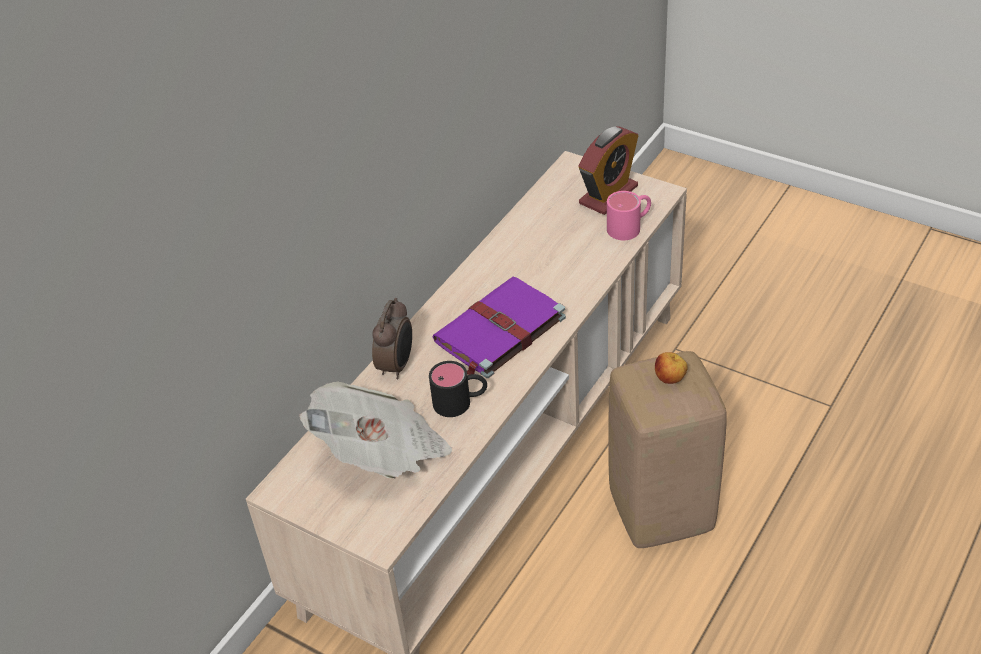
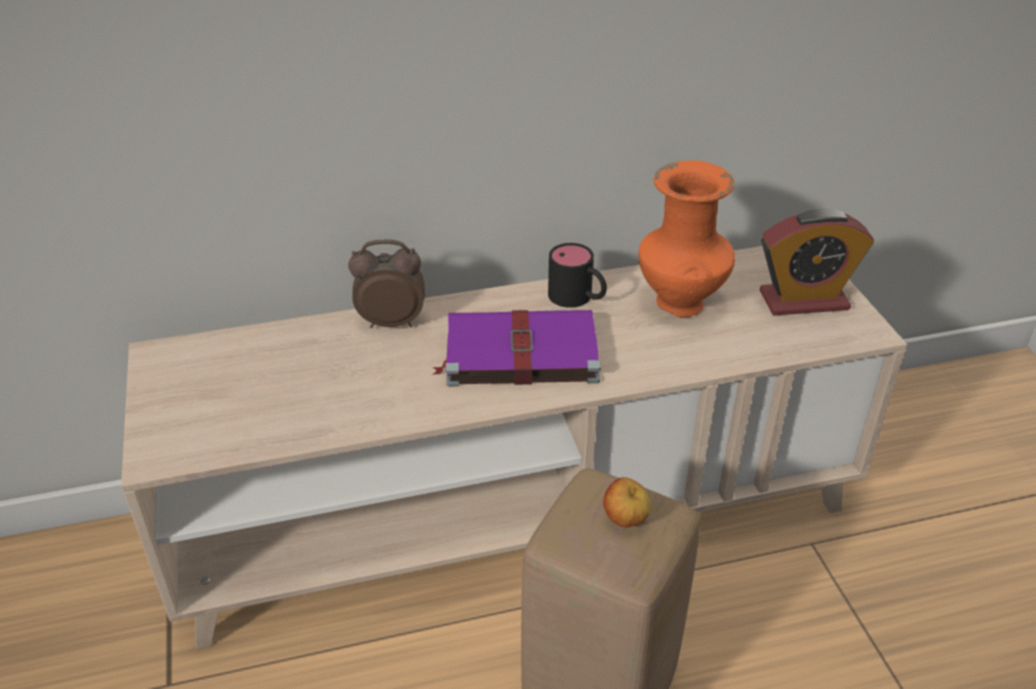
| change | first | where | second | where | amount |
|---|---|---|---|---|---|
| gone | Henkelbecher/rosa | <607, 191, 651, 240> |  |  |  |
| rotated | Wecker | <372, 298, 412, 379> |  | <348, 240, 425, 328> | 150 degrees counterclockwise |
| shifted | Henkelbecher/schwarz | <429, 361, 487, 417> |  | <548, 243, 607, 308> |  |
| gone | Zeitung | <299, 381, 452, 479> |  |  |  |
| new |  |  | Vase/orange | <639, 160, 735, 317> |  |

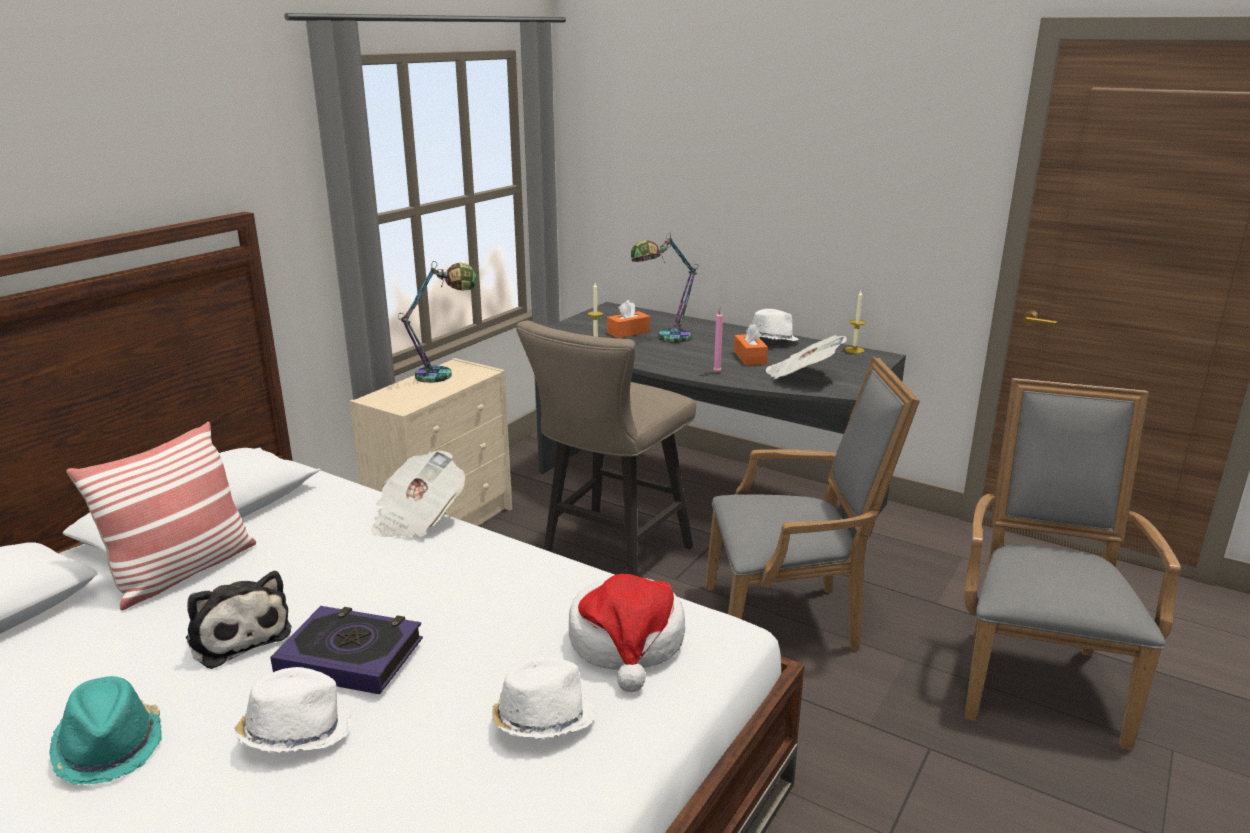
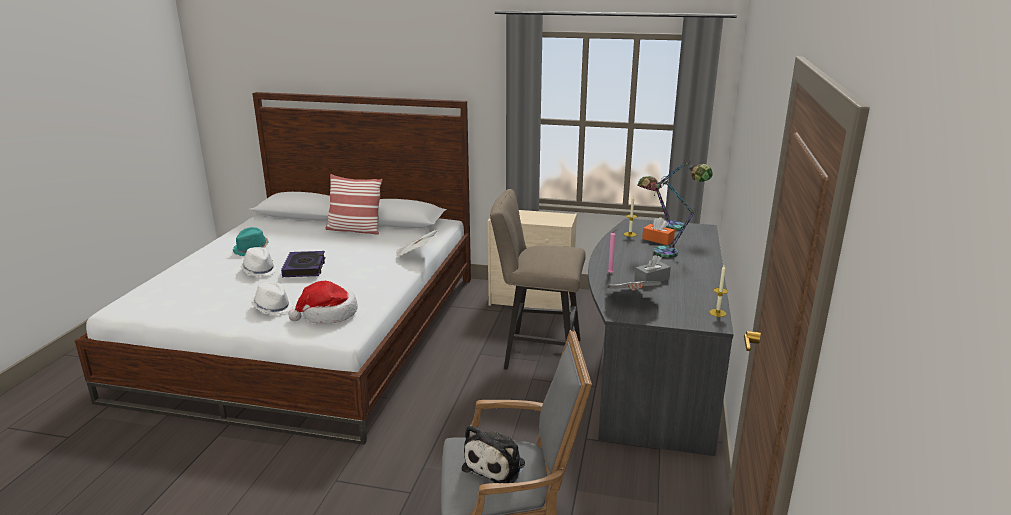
| change | first | where | second | where | amount |
|---|---|---|---|---|---|
| shifted | Tischlampe | <398, 261, 477, 383> |  | <656, 158, 713, 231> |  |
| gone | Hut/weiß | <746, 309, 799, 341> |  |  |  |
| repainted | Taschentuchbox/orange | <734, 324, 768, 365> | Taschentuchbox/grau | <635, 255, 671, 282> |  |
| gone | Sessel/grau | <705, 356, 920, 650> |  |  |  |
| shifted | Plüschtier | <186, 571, 292, 669> |  | <462, 425, 525, 483> |  |

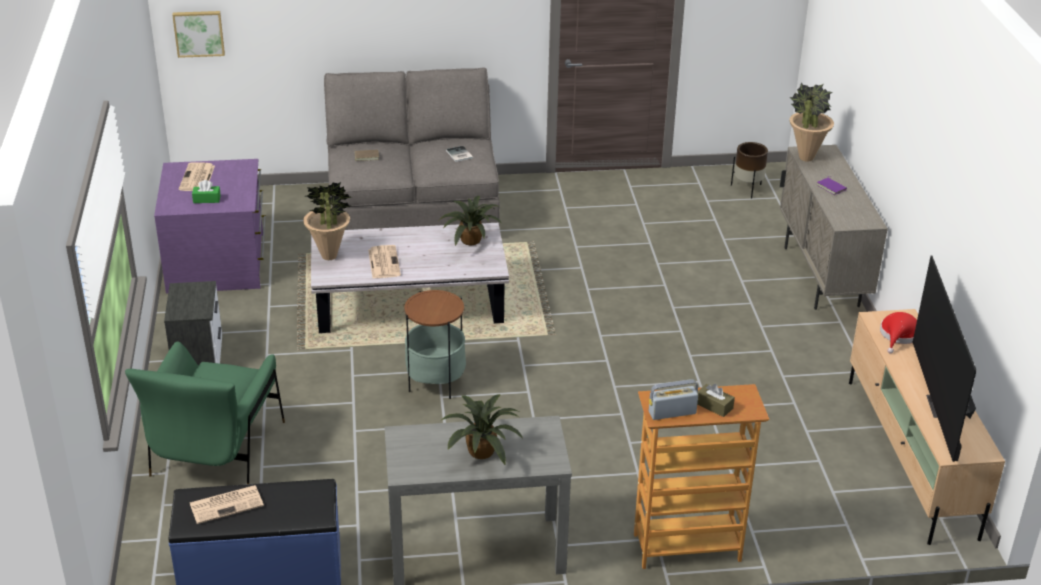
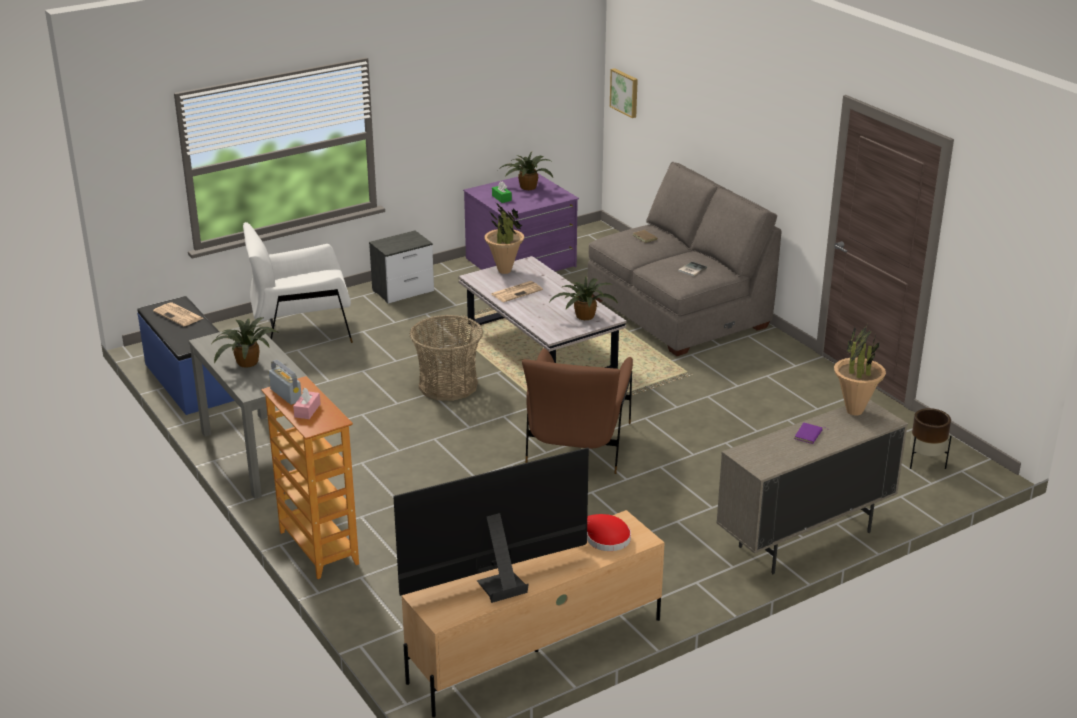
| change | first | where | second | where | amount |
|---|---|---|---|---|---|
| swapped | Zeitung | <179, 162, 215, 191> | Topfpflanze | <498, 152, 553, 190> |  |
| swapped | Beistelltisch | <404, 290, 466, 399> | Korb | <409, 315, 483, 401> |  |
| repainted | Sessel/grün | <125, 342, 285, 484> | Sessel/weiß | <243, 222, 353, 343> |  |
| repainted | Taschentuchbox/braun | <697, 384, 735, 417> | Taschentuchbox/rosa | <293, 388, 321, 419> |  |
| new |  |  | Sessel/braun | <522, 348, 633, 474> |  |

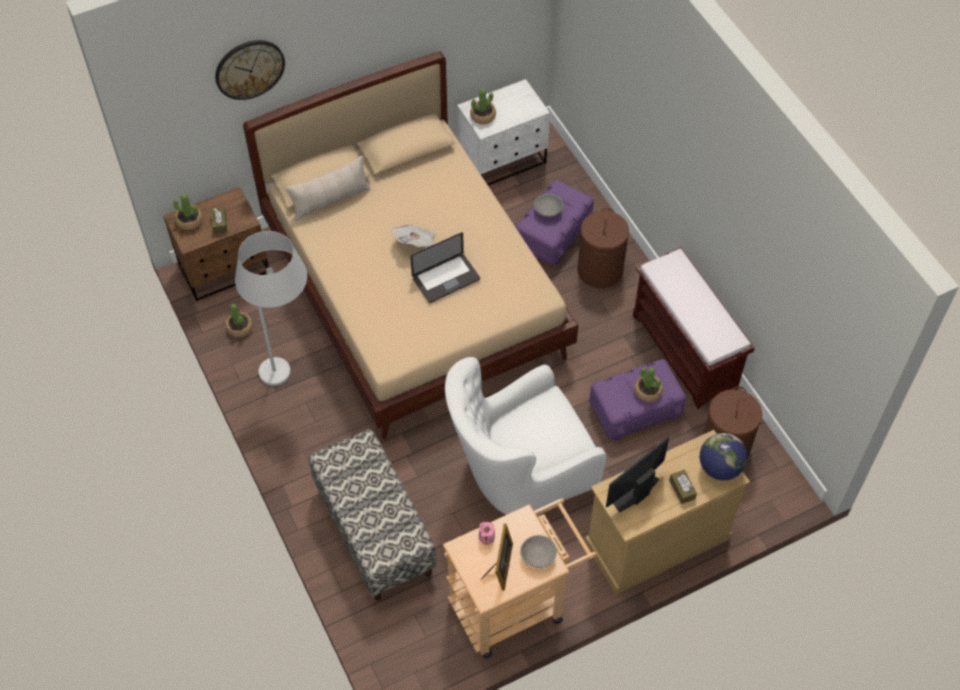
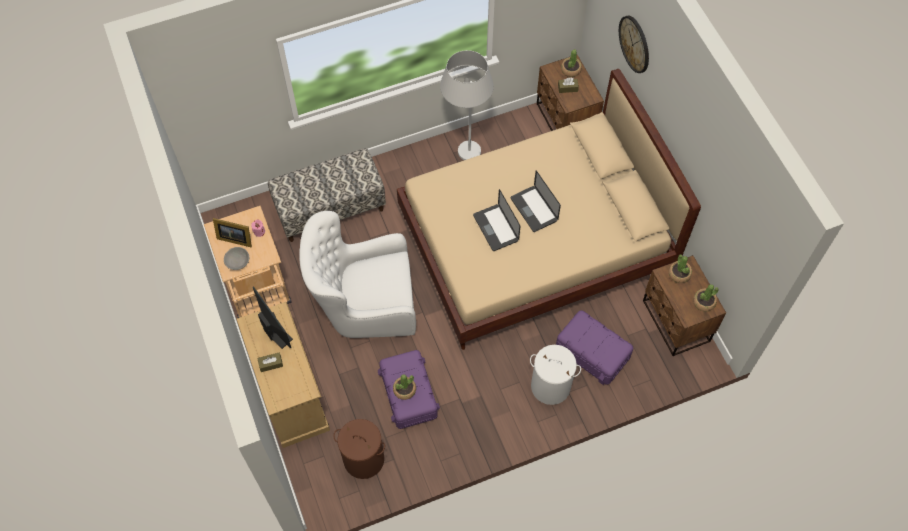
| change | first | where | second | where | amount |
|---|---|---|---|---|---|
| repainted | Nachttisch/weiß | <457, 79, 550, 186> | Nachttisch/braun | <643, 255, 726, 356> |  |
| gone | Kissen/beige | <286, 156, 371, 221> |  |  |  |
| gone | Schüssel/grau | <534, 194, 563, 217> |  |  |  |
| repainted | Wäschekorb/braun | <578, 208, 629, 288> | Wäschekorb/weiß | <530, 345, 581, 405> |  |
| swapped | Zeitung | <392, 224, 435, 247> | Laptop | <511, 171, 561, 232> |  |
| gone | Bank/braun | <633, 247, 755, 409> |  |  |  |
| shifted | Topfpflanze | <226, 304, 253, 338> |  | <693, 284, 719, 311> |  |
| rotated | Sessel/weiß | <445, 357, 606, 515> |  | <299, 211, 416, 338> | 75 degrees counterclockwise |
| gone | Globus | <700, 433, 748, 480> |  |  |  |

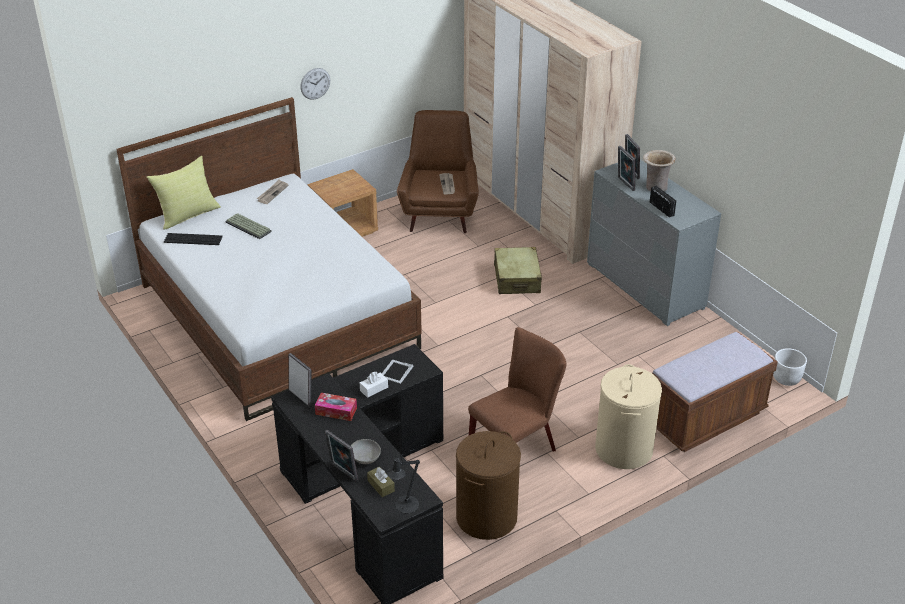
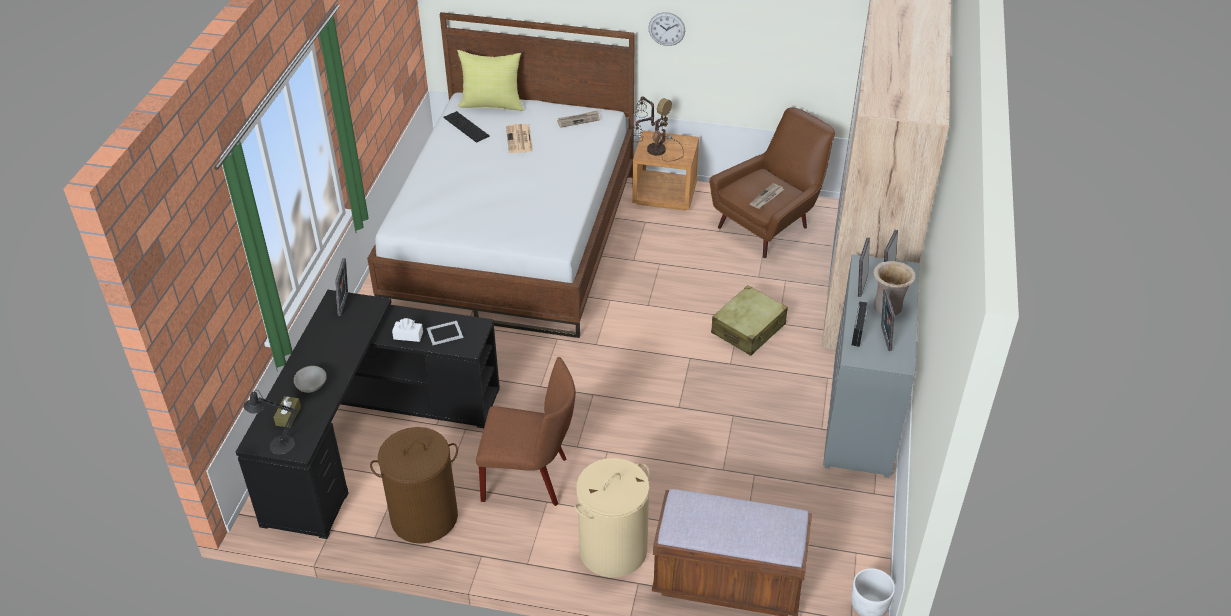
| change | first | where | second | where | amount |
|---|---|---|---|---|---|
| swapped | Tastatur | <225, 213, 272, 239> | Zeitung | <506, 124, 533, 153> |  |
| gone | Taschentuchbox | <315, 393, 357, 421> |  |  |  |
| shifted | Bilderrahmen | <325, 430, 358, 481> |  | <881, 289, 895, 351> |  |
| new |  |  | Tischlampe | <632, 96, 684, 161> |  |

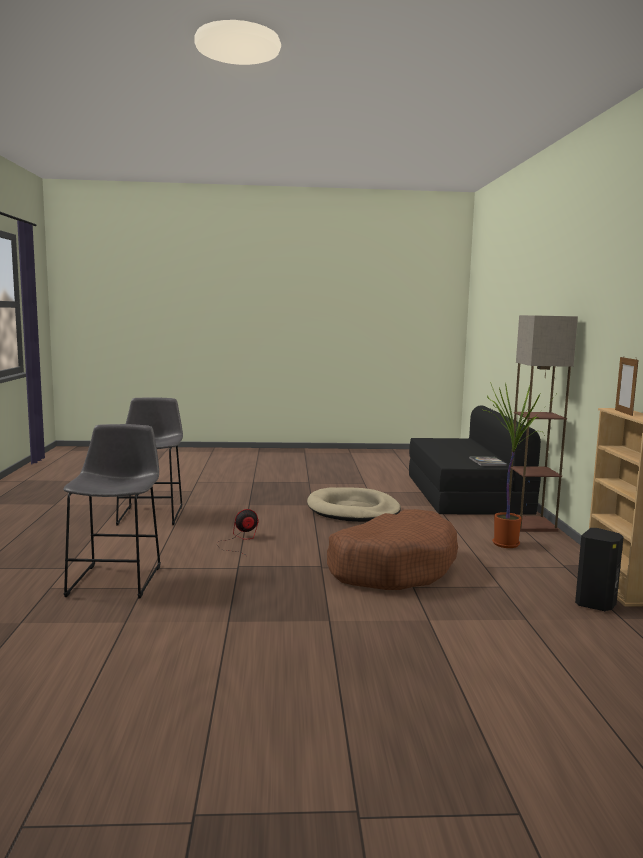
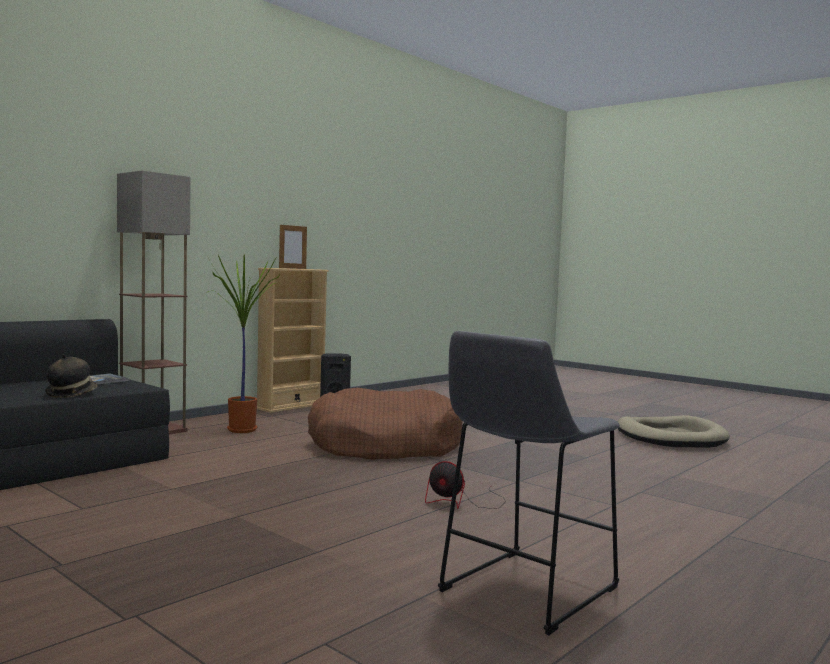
| change | first | where | second | where | amount |
|---|---|---|---|---|---|
| gone | Hocker/grau | <63, 424, 161, 599> |  |  |  |
| shifted | Hundebett/beige | <307, 487, 401, 522> |  | <618, 415, 730, 448> |  |
| new |  |  | Hut | <45, 354, 97, 398> |  |

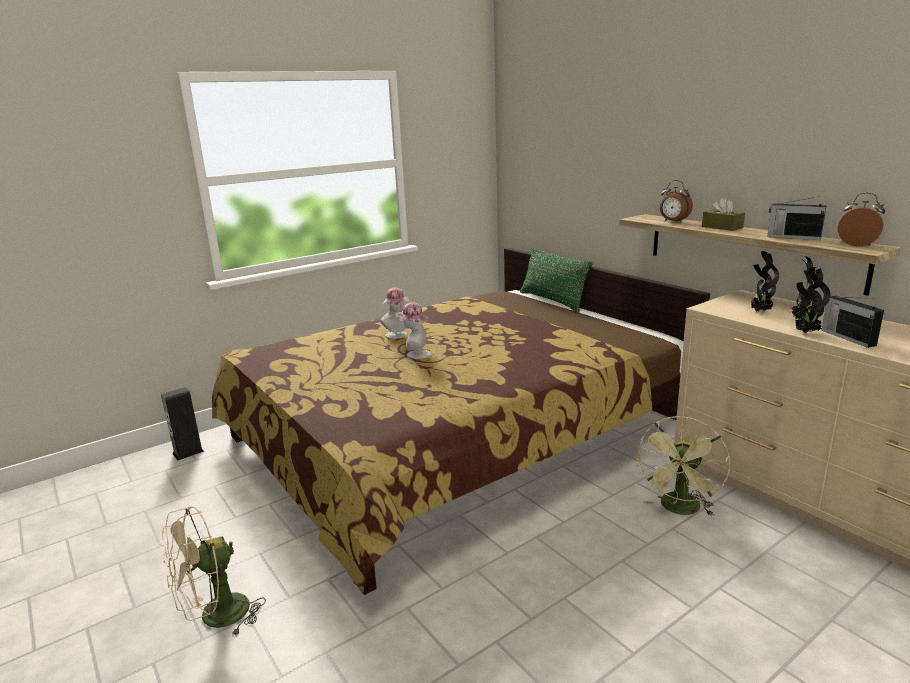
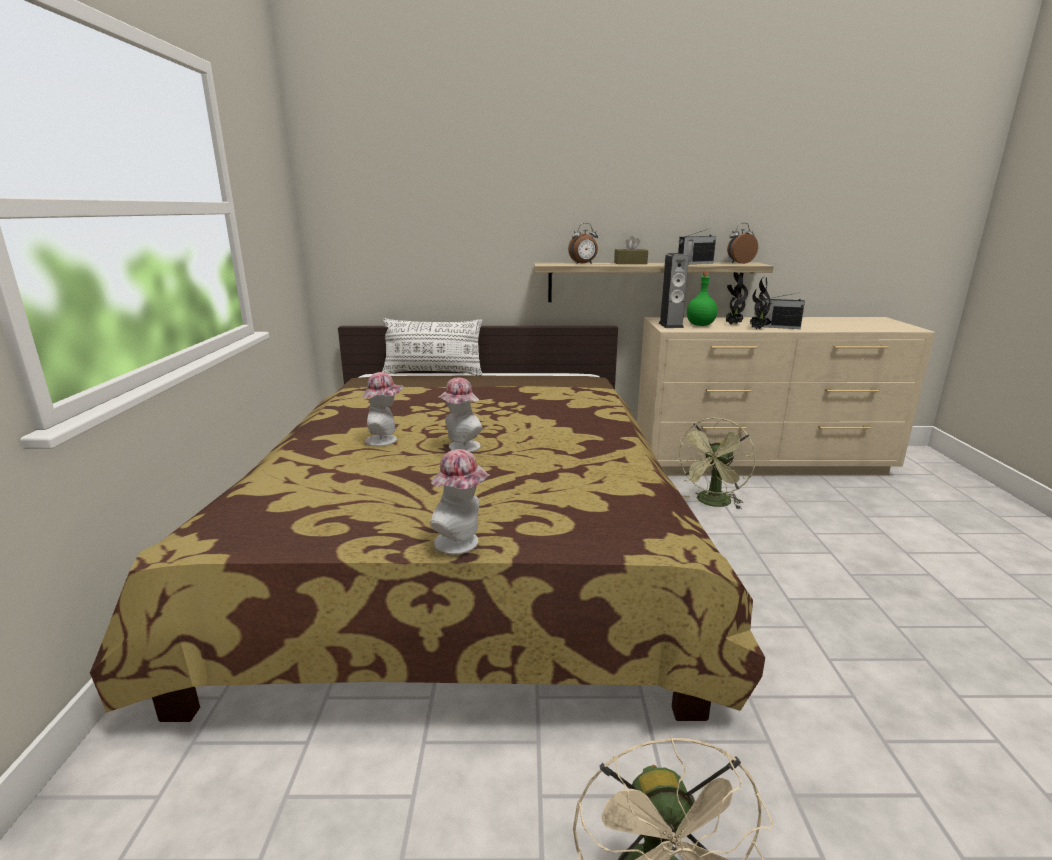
| change | first | where | second | where | amount |
|---|---|---|---|---|---|
| repainted | Kissen/grün | <520, 247, 593, 312> | Kissen/weiß | <382, 318, 483, 376> |  |
| swapped | Topfpflanze | <751, 251, 779, 312> | Flasche/grün | <687, 272, 717, 326> |  |
| shifted | Lautsprecher | <161, 387, 204, 461> |  | <659, 253, 689, 328> |  |
| rotated | Ventilator/grün | <636, 416, 730, 516> |  | <675, 418, 756, 510> | 60 degrees clockwise |
| new |  |  | Hut | <430, 449, 490, 555> |  |

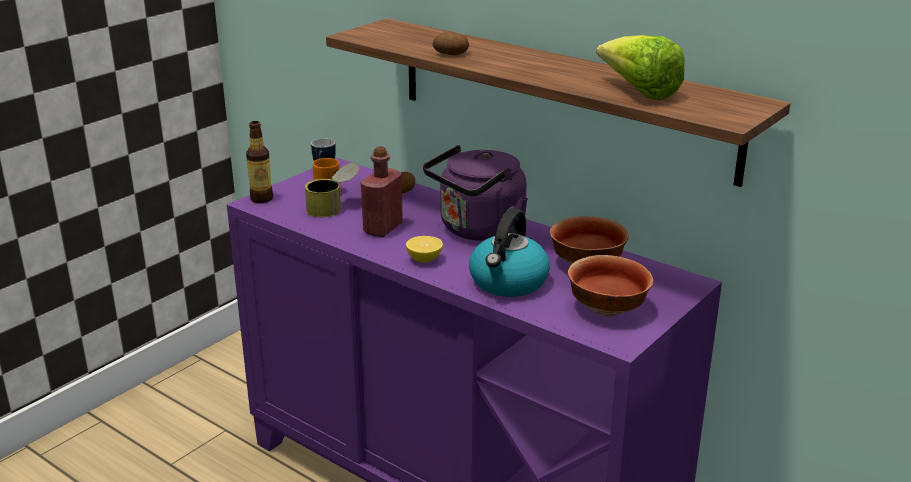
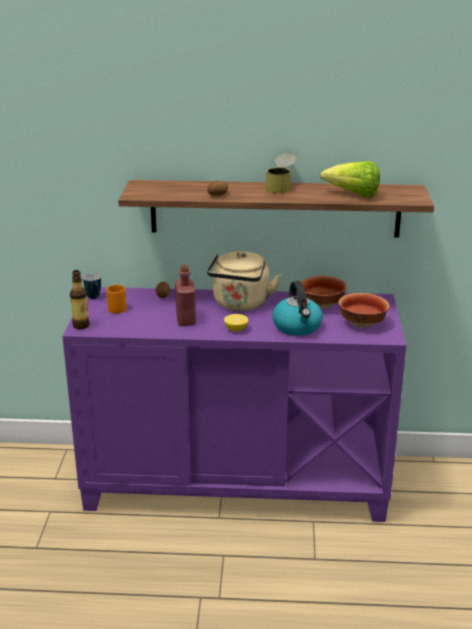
| change | first | where | second | where | amount |
|---|---|---|---|---|---|
| repainted | Wasserkessel/lila | <423, 145, 528, 241> | Wasserkessel/beige | <207, 251, 281, 311> |  |
| shifted | Dose | <305, 163, 360, 217> |  | <266, 153, 296, 193> |  |

